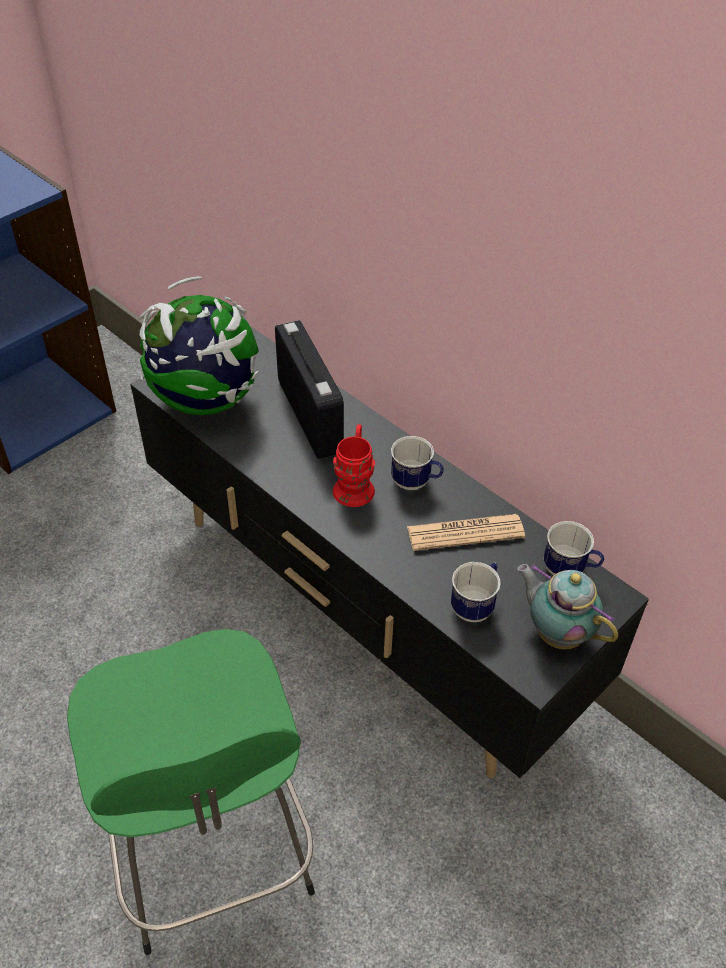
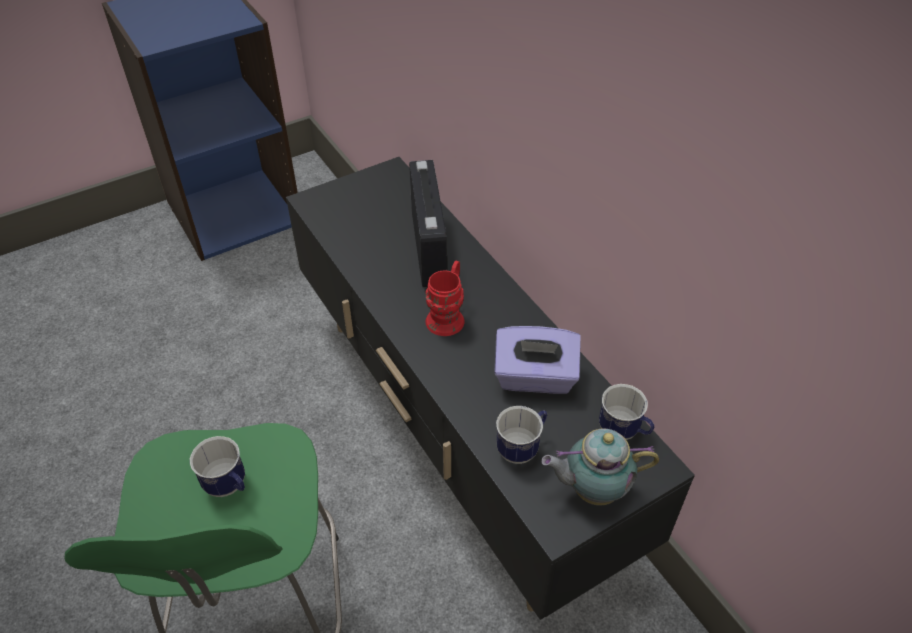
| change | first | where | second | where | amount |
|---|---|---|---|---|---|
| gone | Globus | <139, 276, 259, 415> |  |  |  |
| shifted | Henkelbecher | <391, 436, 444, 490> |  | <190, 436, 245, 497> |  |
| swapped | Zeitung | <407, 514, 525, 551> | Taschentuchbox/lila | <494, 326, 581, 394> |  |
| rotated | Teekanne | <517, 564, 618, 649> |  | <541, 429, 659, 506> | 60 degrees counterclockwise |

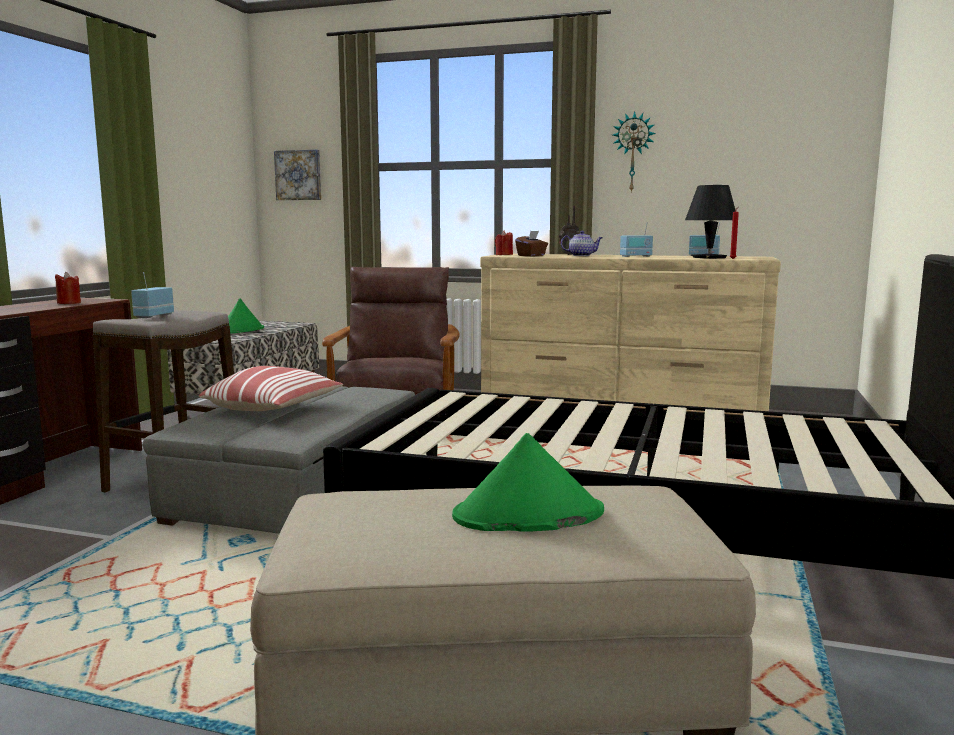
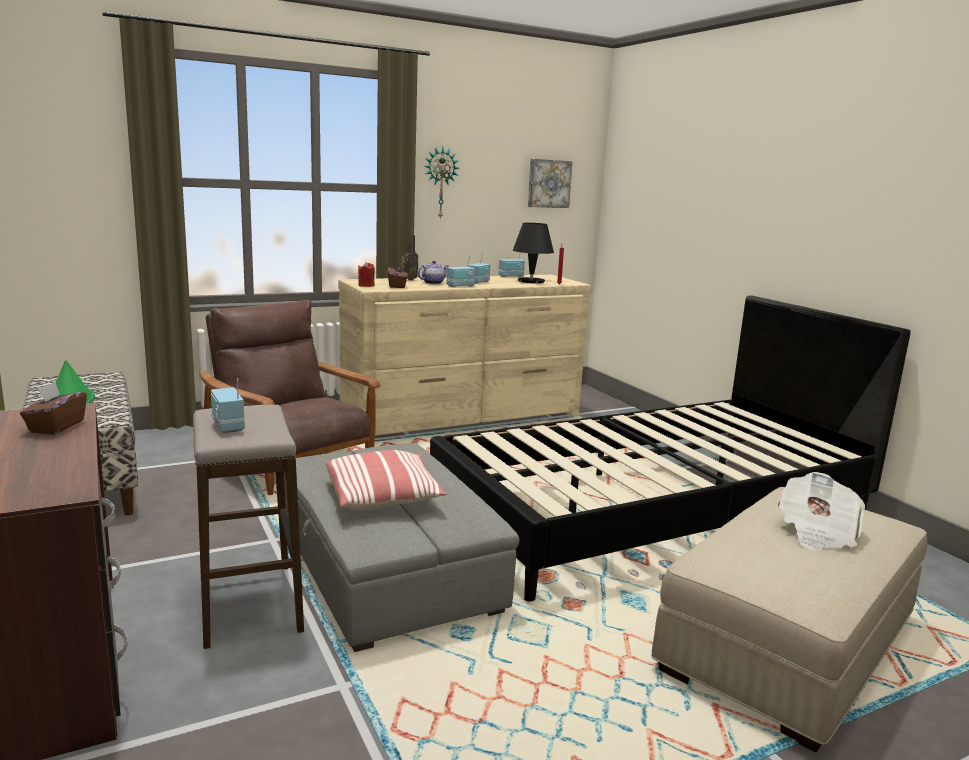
| change | first | where | second | where | amount |
|---|---|---|---|---|---|
| shifted | Bild | <274, 150, 321, 200> |  | <528, 159, 573, 208> |  |
| swapped | Kerze/rot | <55, 272, 81, 304> | Taschentuchbox/braun | <20, 382, 87, 435> |  |
| swapped | Hut/grün | <452, 433, 604, 532> | Zeitung | <778, 472, 865, 550> |  |
| new |  |  | Radio | <446, 255, 475, 287> |  |

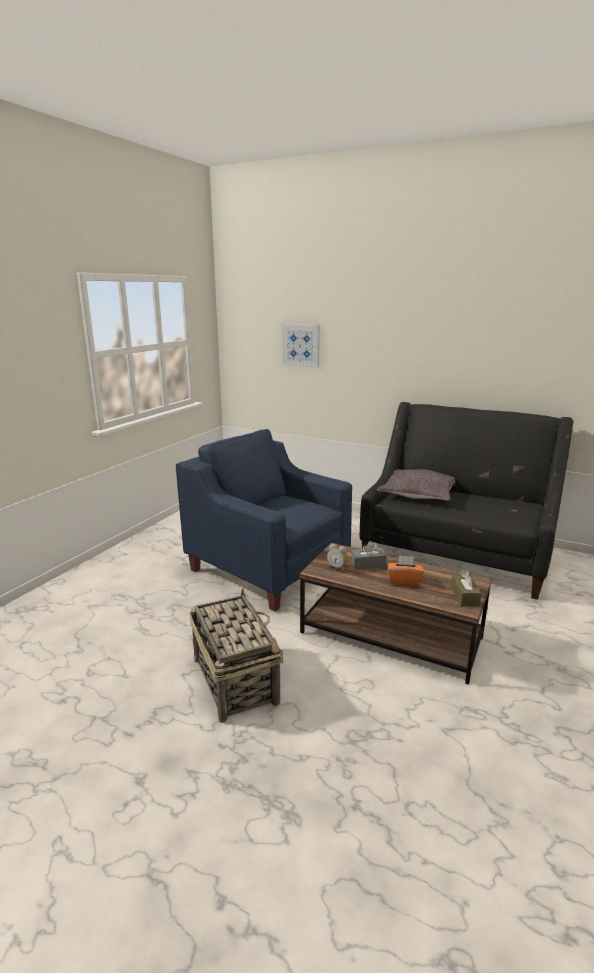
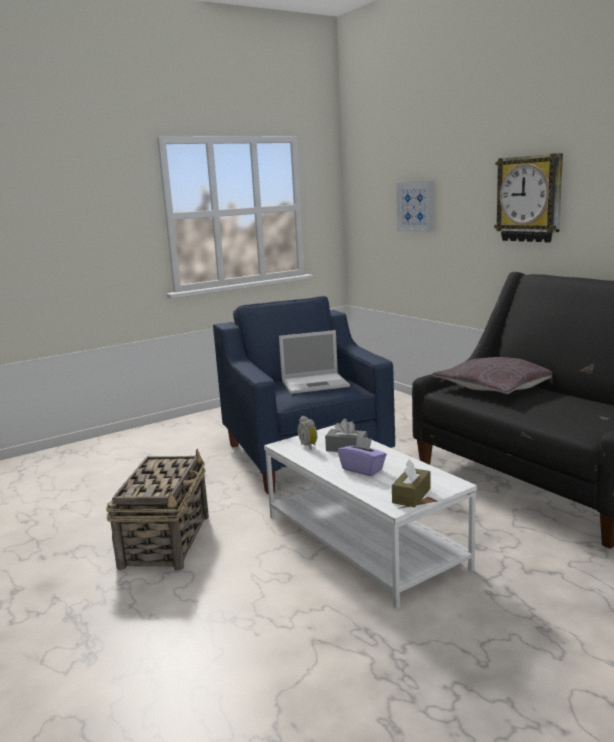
| change | first | where | second | where | amount |
|---|---|---|---|---|---|
| repainted | Couchtisch/braun | <299, 543, 492, 685> | Couchtisch/weiß | <264, 425, 477, 609> |  |
| repainted | Taschentuchbox/orange | <388, 555, 424, 586> | Taschentuchbox/lila | <338, 435, 387, 476> |  |
| new |  |  | Wanduhr | <494, 153, 563, 242> |  |
| new |  |  | Laptop | <279, 330, 350, 394> |  |

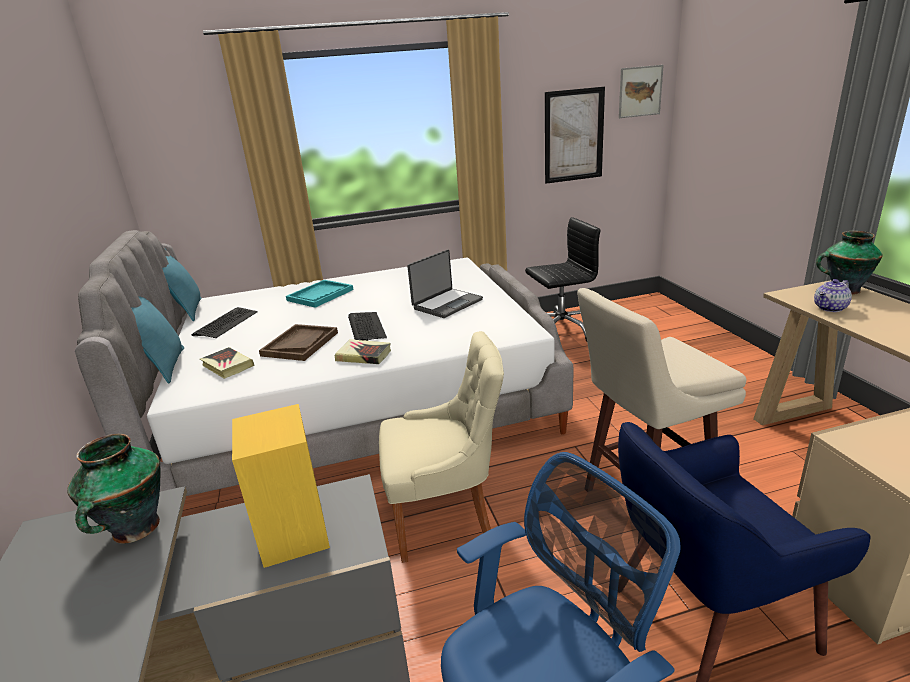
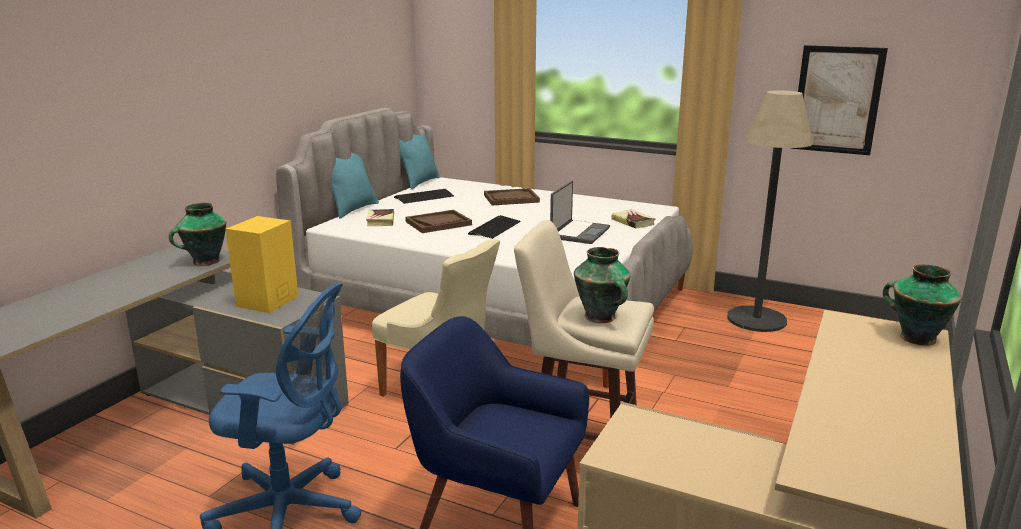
| change | first | where | second | where | amount |
|---|---|---|---|---|---|
| gone | Bild | <619, 65, 664, 118> |  |  |  |
| swapped | Bürostuhl/schwarz | <525, 217, 600, 342> | Stehlampe | <727, 90, 813, 332> |  |
| rotated | Laptop | <407, 250, 483, 318> |  | <550, 181, 610, 244> | 60 degrees counterclockwise |
| gone | Teekanne | <814, 279, 852, 312> |  |  |  |
| repainted | Tablett/türkis | <286, 280, 354, 308> | Tablett/braun | <484, 188, 540, 206> |  |
| shifted | Buch | <335, 339, 391, 364> |  | <611, 209, 656, 229> |  |
| new |  |  | Vase | <574, 247, 631, 323> |  |

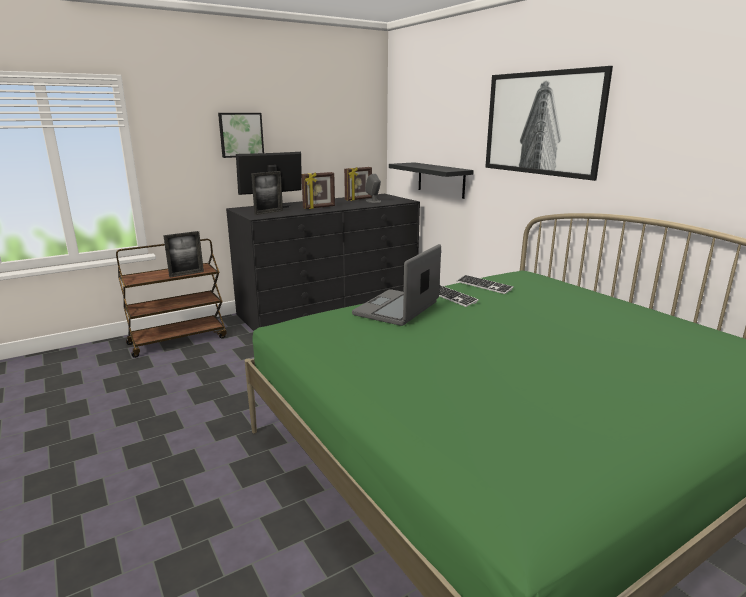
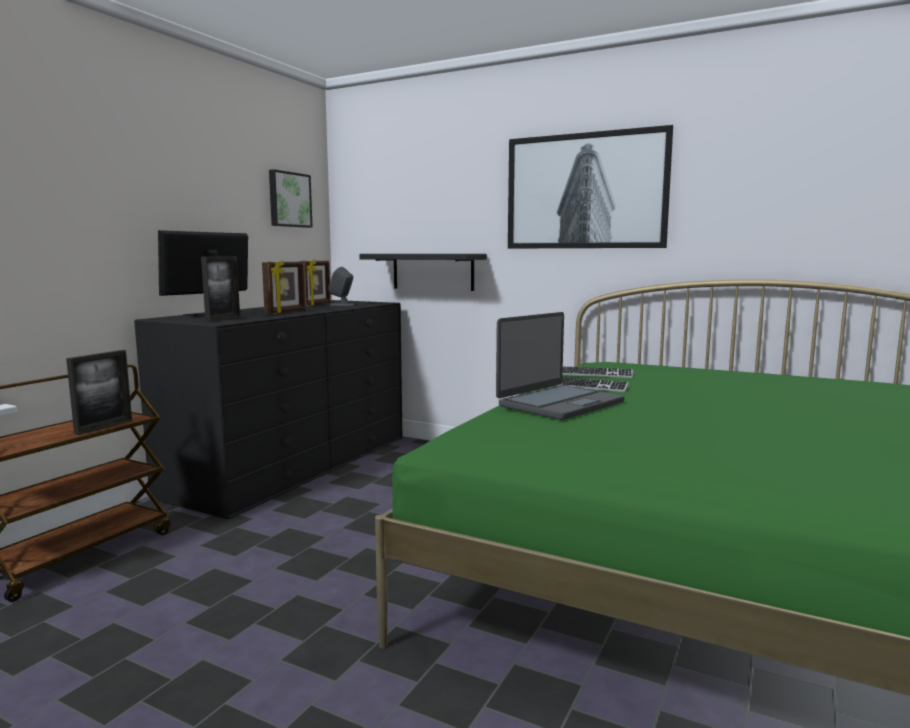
| change | first | where | second | where | amount |
|---|---|---|---|---|---|
| shifted | Bild | <218, 113, 264, 158> |  | <269, 169, 313, 228> |  |
| rotated | Laptop | <352, 244, 441, 326> |  | <496, 312, 625, 420> | 135 degrees counterclockwise |

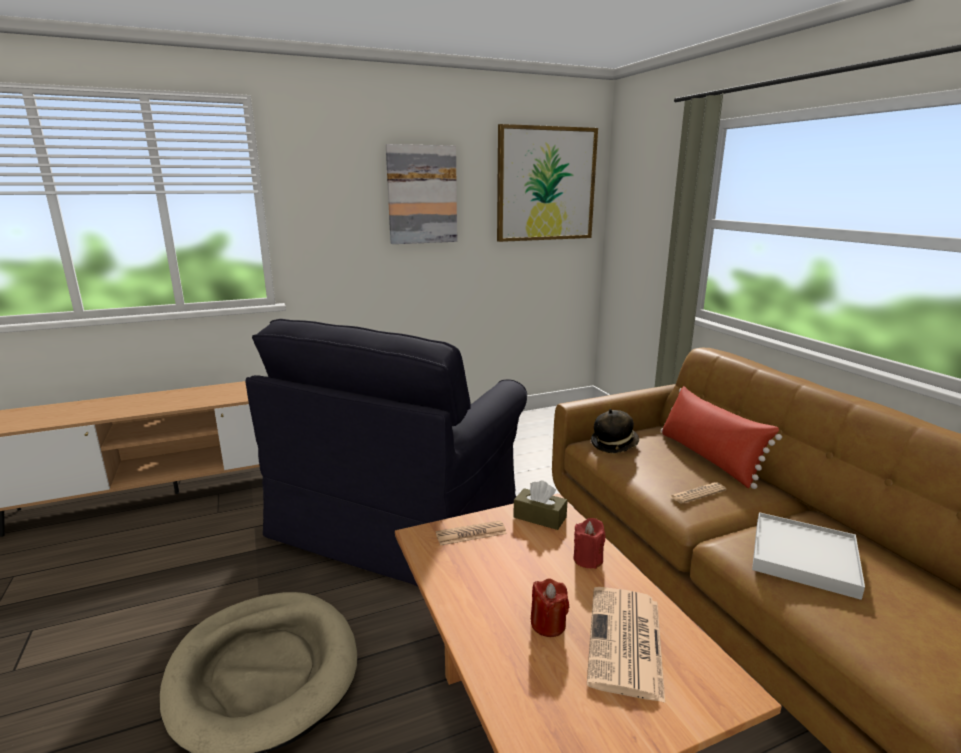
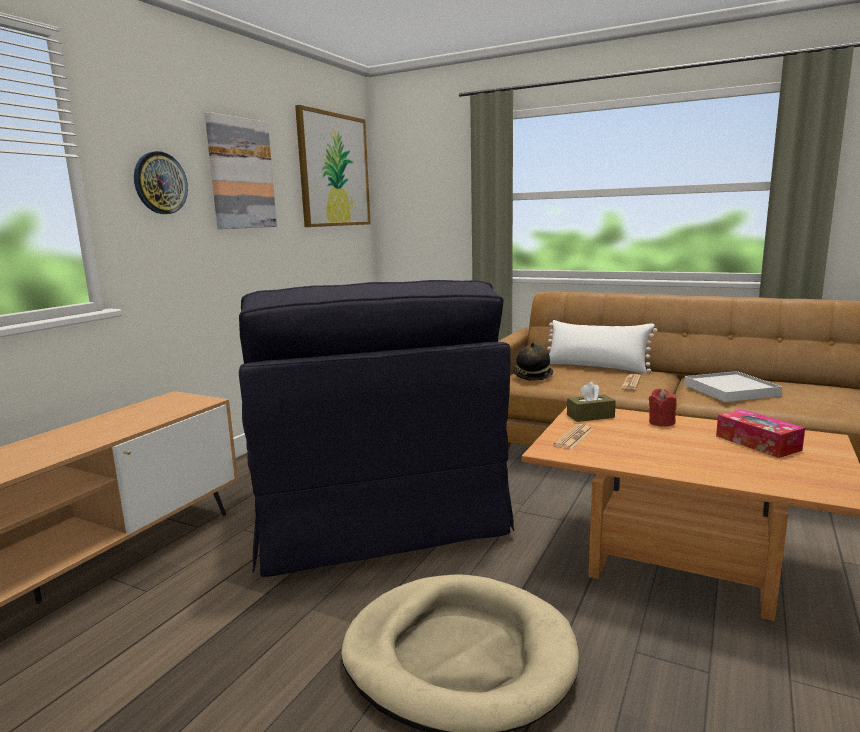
| change | first | where | second | where | amount |
|---|---|---|---|---|---|
| repainted | Kissen/rot | <661, 386, 782, 489> | Kissen/weiß | <547, 320, 658, 374> |  |
| gone | Kerze/rot | <531, 578, 569, 637> |  |  |  |
| swapped | Zeitung | <587, 587, 665, 703> | Taschentuchbox | <716, 409, 805, 458> |  |
| new |  |  | Wanduhr | <134, 151, 188, 214> |  |

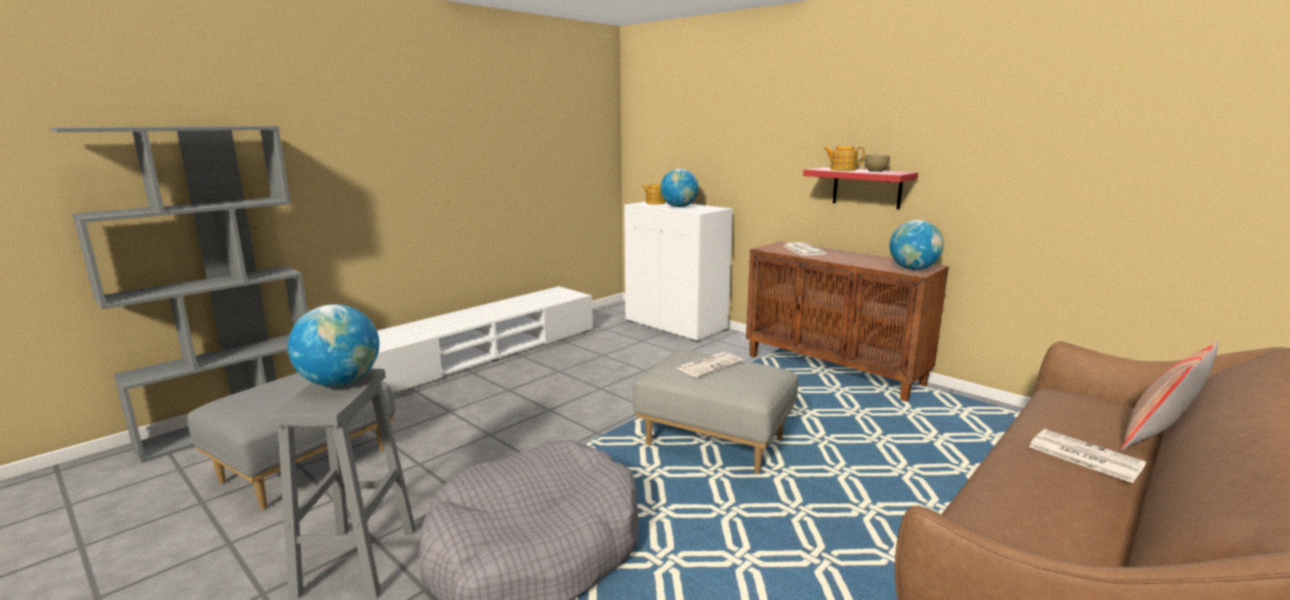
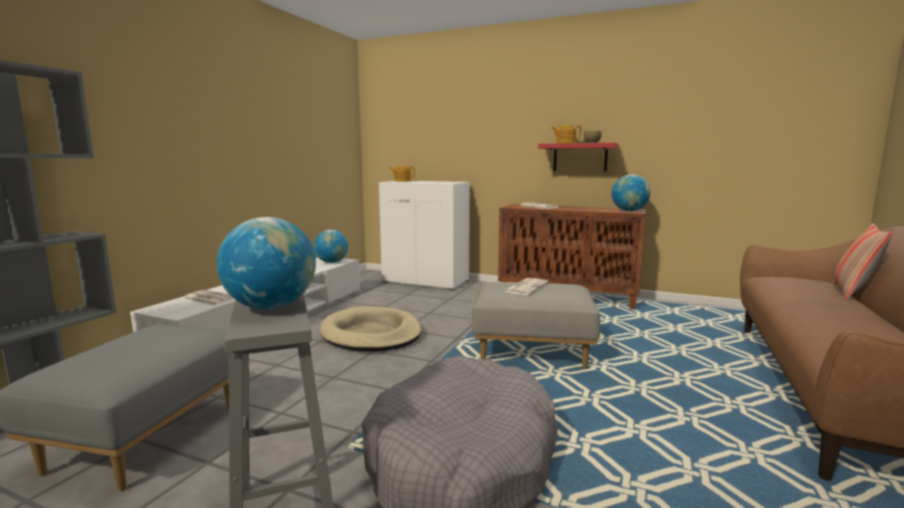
| change | first | where | second | where | amount |
|---|---|---|---|---|---|
| shifted | Globus | <661, 169, 699, 207> |  | <314, 230, 348, 263> |  |
| shifted | Zeitung | <1029, 429, 1146, 483> |  | <183, 290, 235, 306> |  |
| new |  |  | Hundebett/beige | <320, 306, 422, 351> |  |

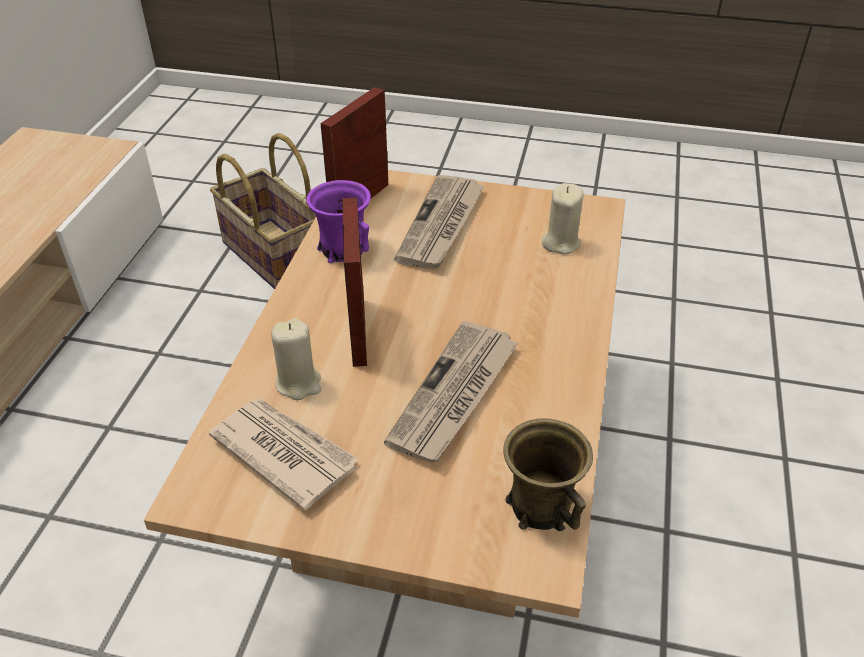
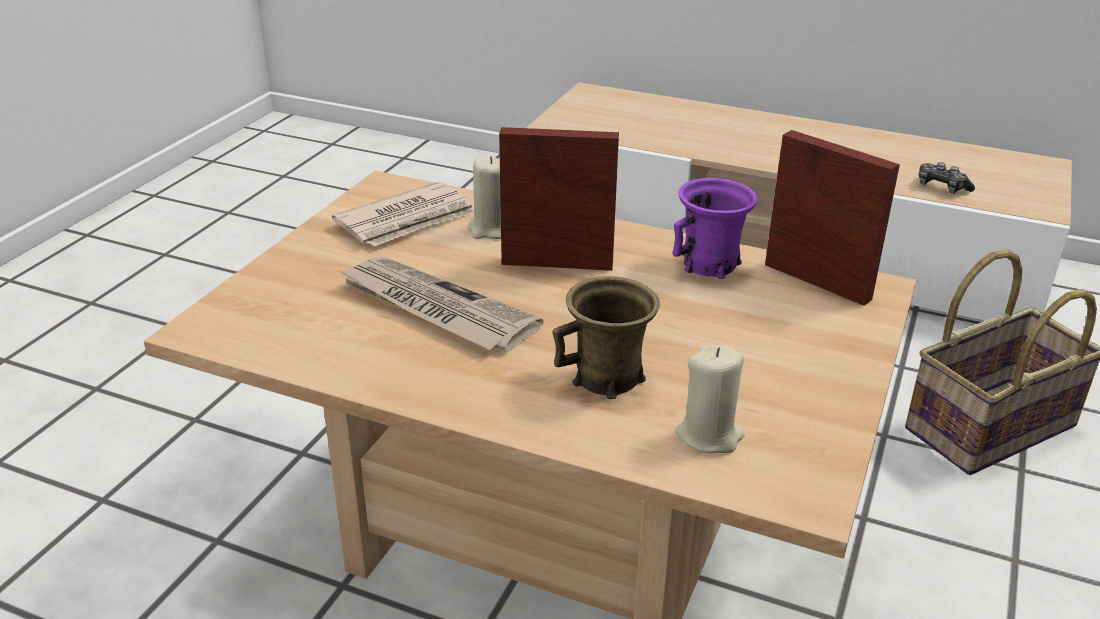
| change | first | where | second | where | amount |
|---|---|---|---|---|---|
| gone | Zeitung | <394, 175, 484, 269> |  |  |  |
| shifted | Henkelbecher/braun | <503, 418, 593, 531> |  | <553, 276, 660, 399> |  |
| new |  |  | Gamepad | <919, 162, 975, 194> |  |

